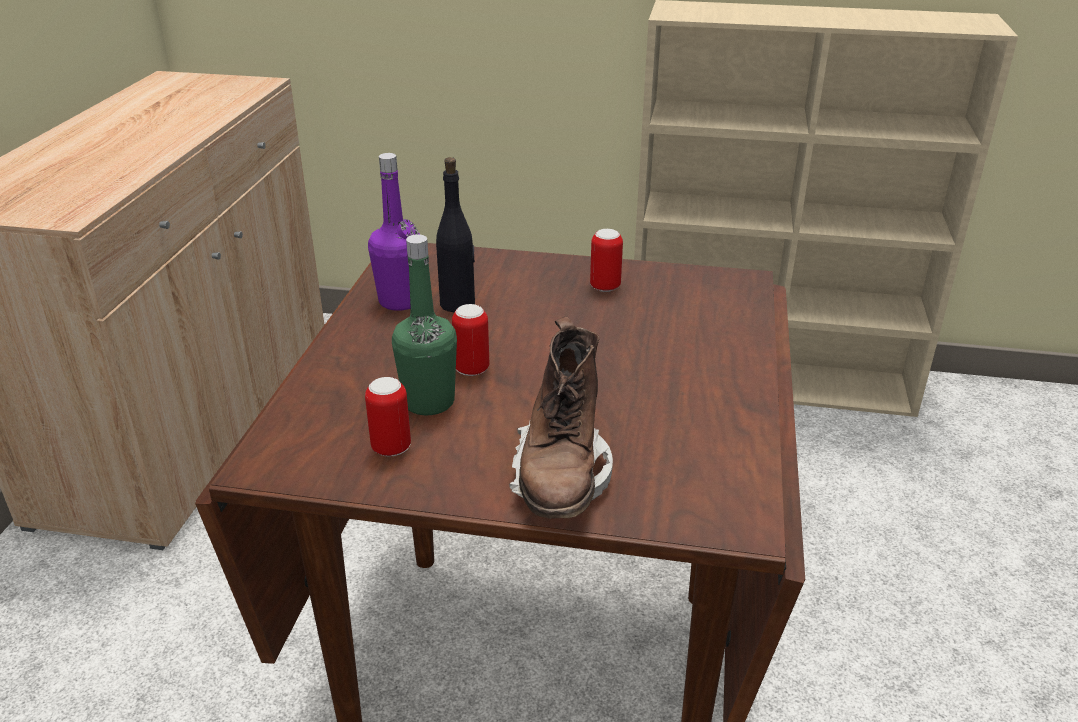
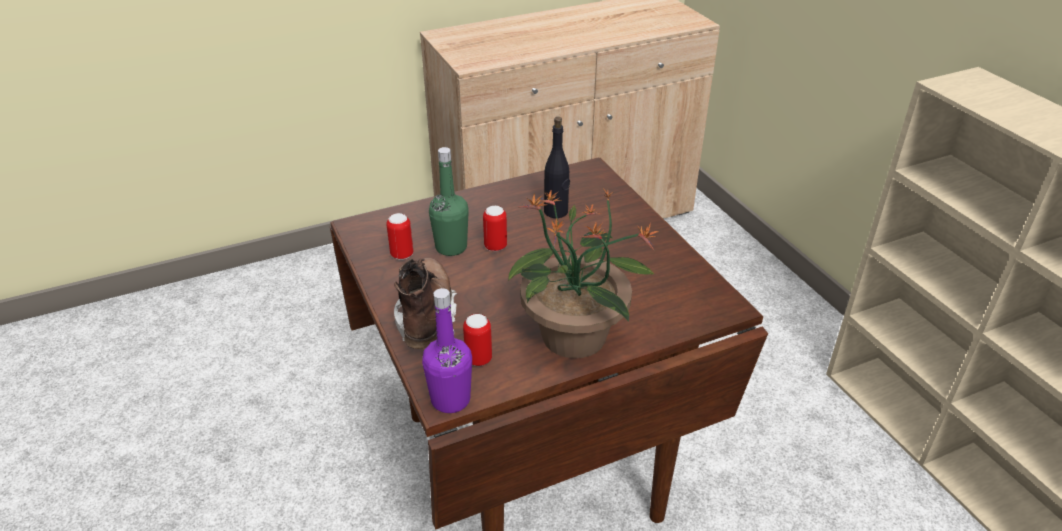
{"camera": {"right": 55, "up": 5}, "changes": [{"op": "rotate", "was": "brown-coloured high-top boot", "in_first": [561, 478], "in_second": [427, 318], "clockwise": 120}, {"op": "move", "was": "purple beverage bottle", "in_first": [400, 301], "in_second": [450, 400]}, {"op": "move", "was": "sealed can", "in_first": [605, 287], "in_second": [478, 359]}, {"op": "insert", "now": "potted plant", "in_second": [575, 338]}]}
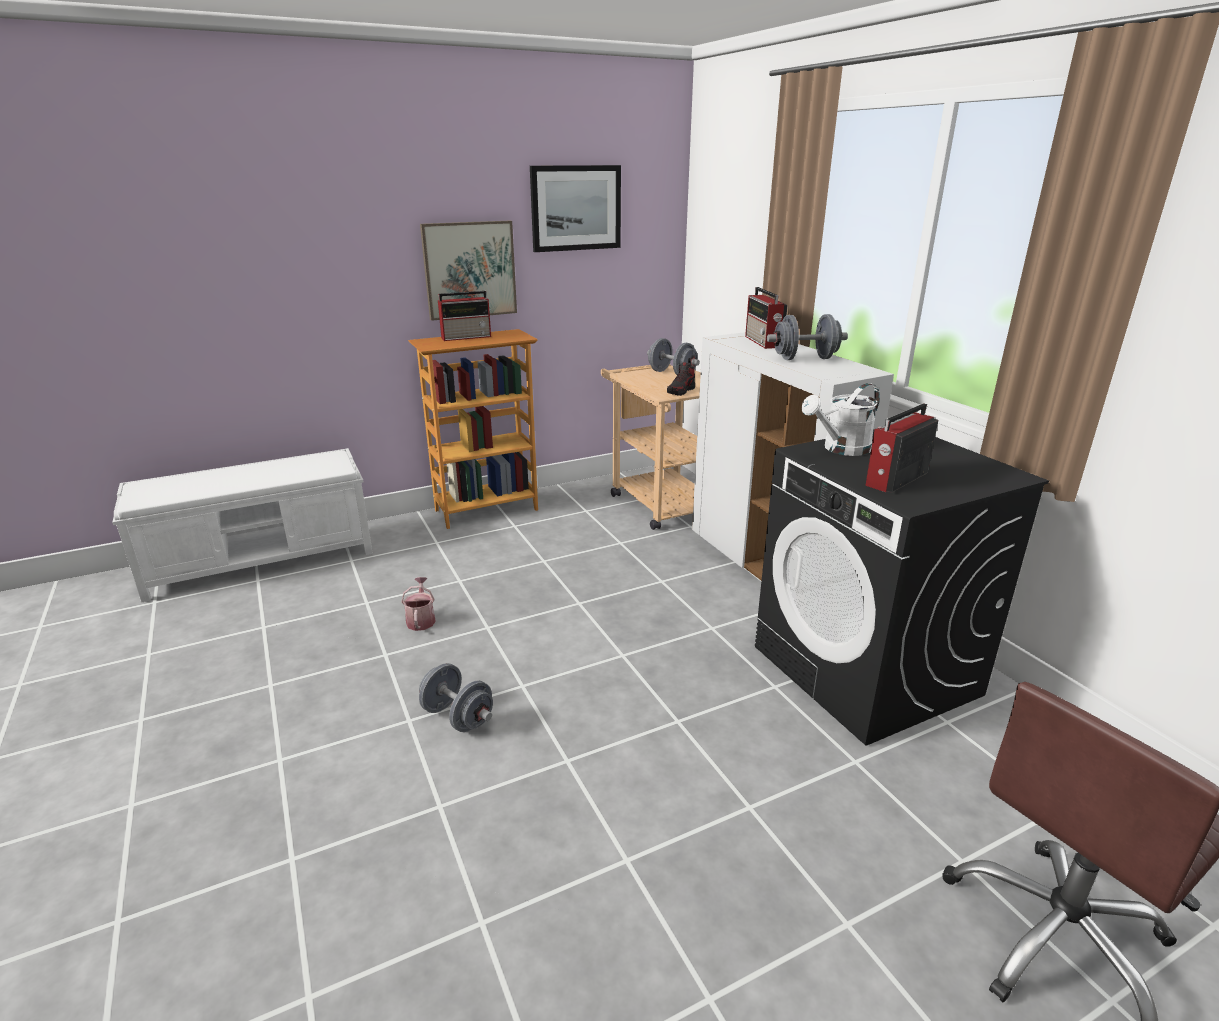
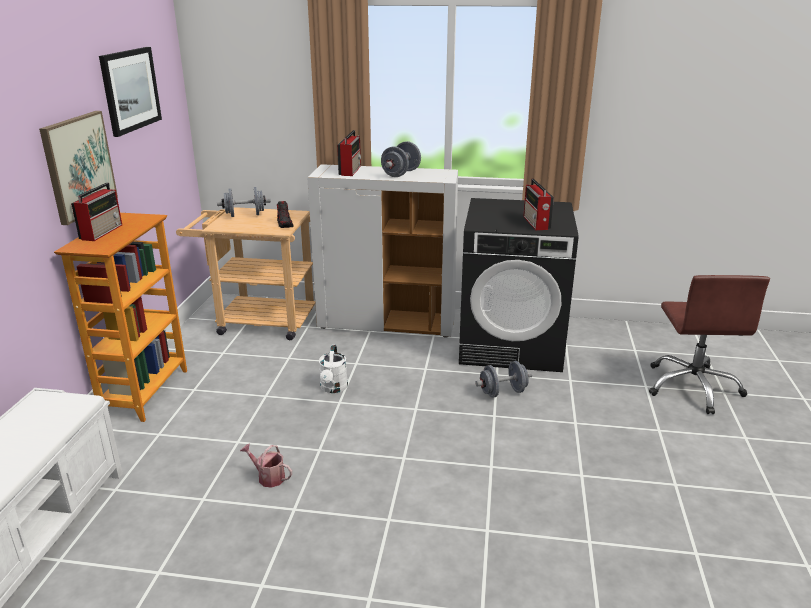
{"camera": {"right": -55, "up": 0}, "changes": [{"op": "move", "was": "whitish sprinkling can", "in_first": [841, 449], "in_second": [333, 388]}, {"op": "rotate", "was": "radio set", "in_first": [763, 342], "in_second": [350, 170], "clockwise": -105}, {"op": "move", "was": "gray hand weight", "in_first": [458, 717], "in_second": [503, 392]}]}
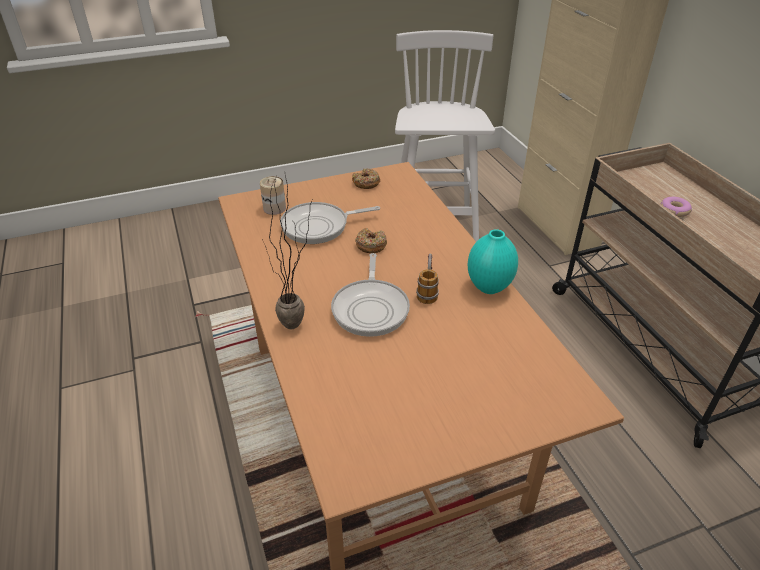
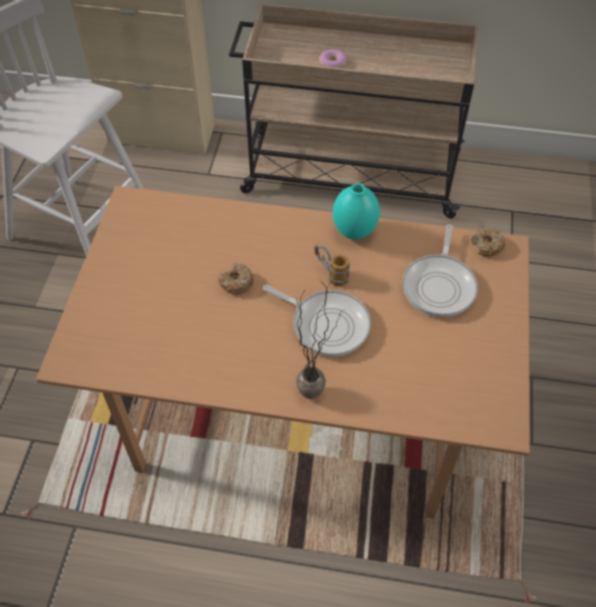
{"camera": {"right": -60, "up": 15}, "changes": [{"op": "move", "was": "frying pan", "in_first": [319, 226], "in_second": [439, 285]}, {"op": "move", "was": "doughnut", "in_first": [366, 183], "in_second": [486, 245]}, {"op": "delete", "was": "sealed can", "in_first": [274, 208]}]}
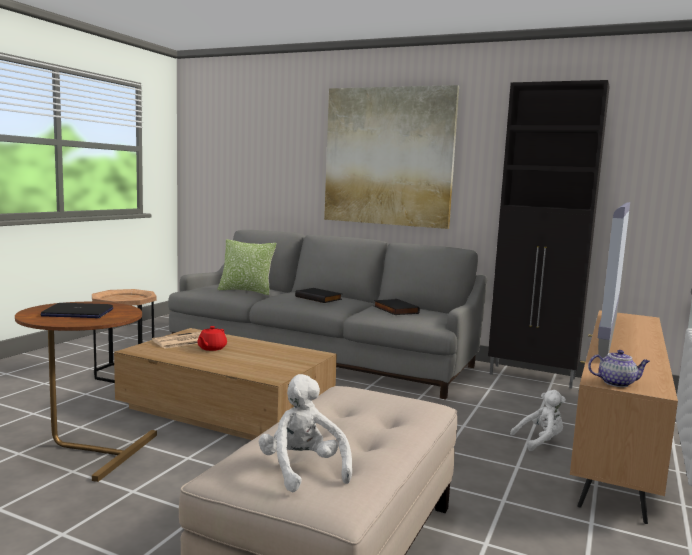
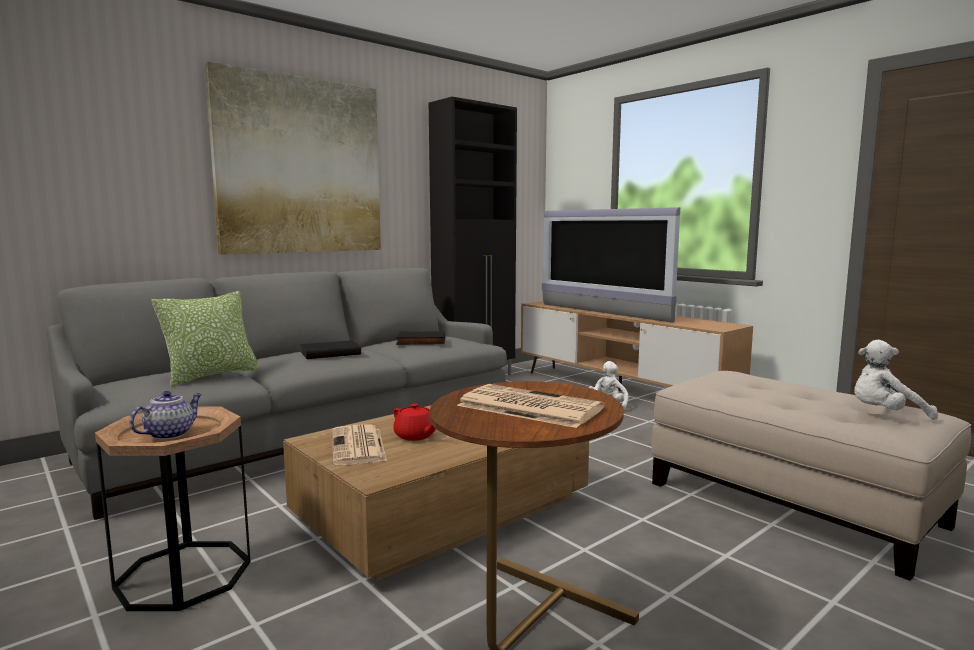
{"camera": {"right": -65, "up": 0}, "changes": [{"op": "move", "was": "pot for tea", "in_first": [617, 383], "in_second": [170, 434]}, {"op": "replace", "was": "laptop", "now": "newspaper", "in_first": [77, 313], "in_second": [527, 407]}]}
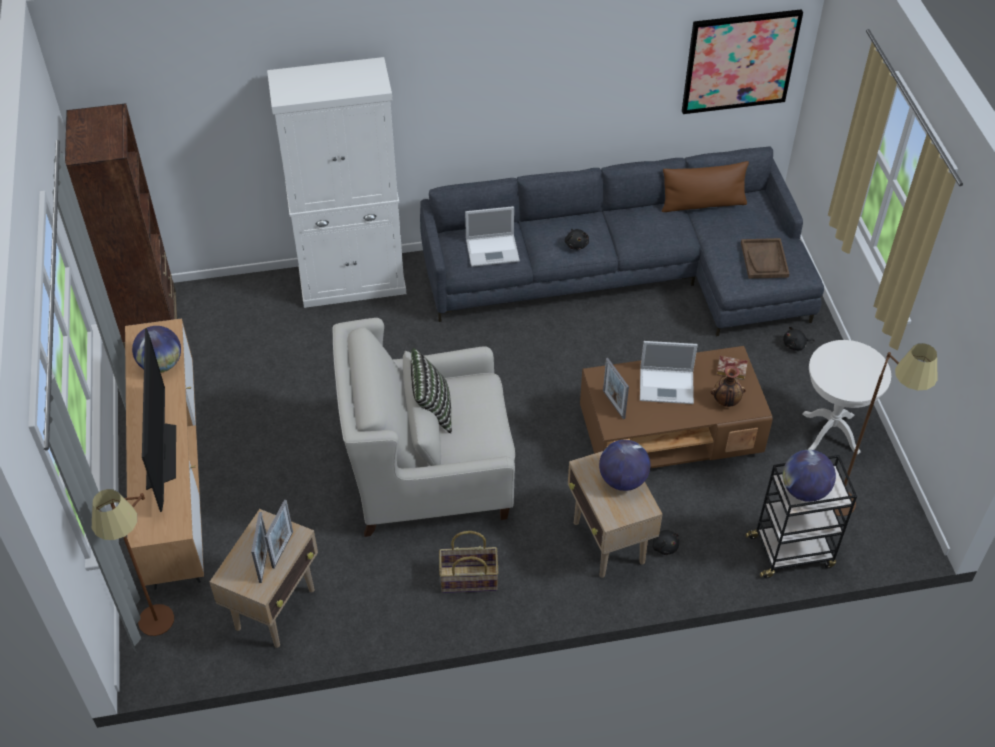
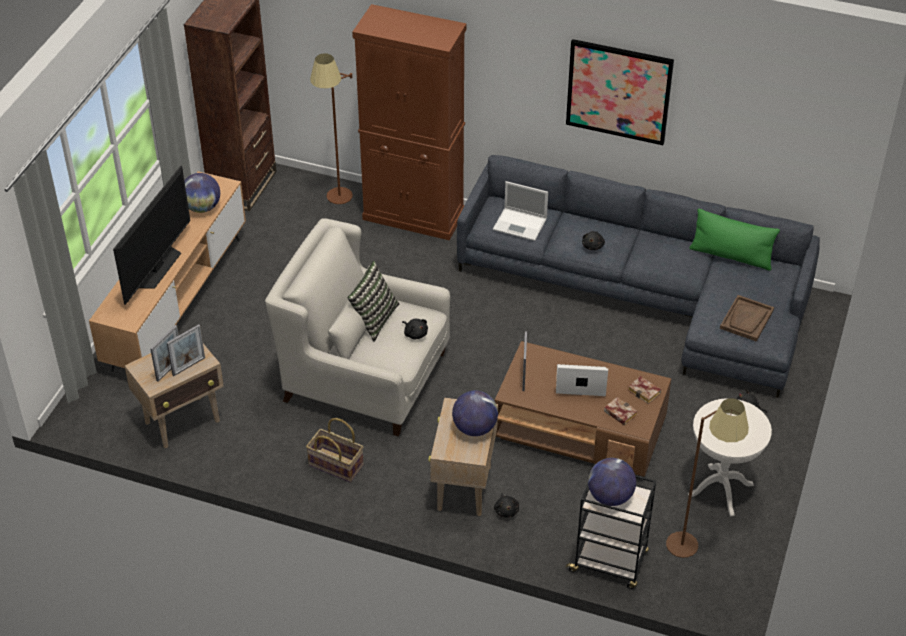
{"camera": {"right": 30, "up": -5}, "changes": [{"op": "move", "was": "brown-coloured standard lamp", "in_first": [160, 633], "in_second": [337, 203]}, {"op": "recolor", "was": "whitish cupboard", "now": "brown-coloured cupboard", "in_first": [353, 282], "in_second": [414, 215]}, {"op": "insert", "now": "blackish cuddly toy", "in_second": [415, 333]}, {"op": "rotate", "was": "laptop", "in_first": [667, 386], "in_second": [579, 382], "clockwise": 150}, {"op": "move", "was": "wall art", "in_first": [740, 61], "in_second": [619, 91]}, {"op": "replace", "was": "vase", "now": "book", "in_first": [726, 401], "in_second": [618, 413]}, {"op": "recolor", "was": "brown-coloured throw pillow", "now": "greenish throw pillow", "in_first": [703, 204], "in_second": [731, 256]}]}
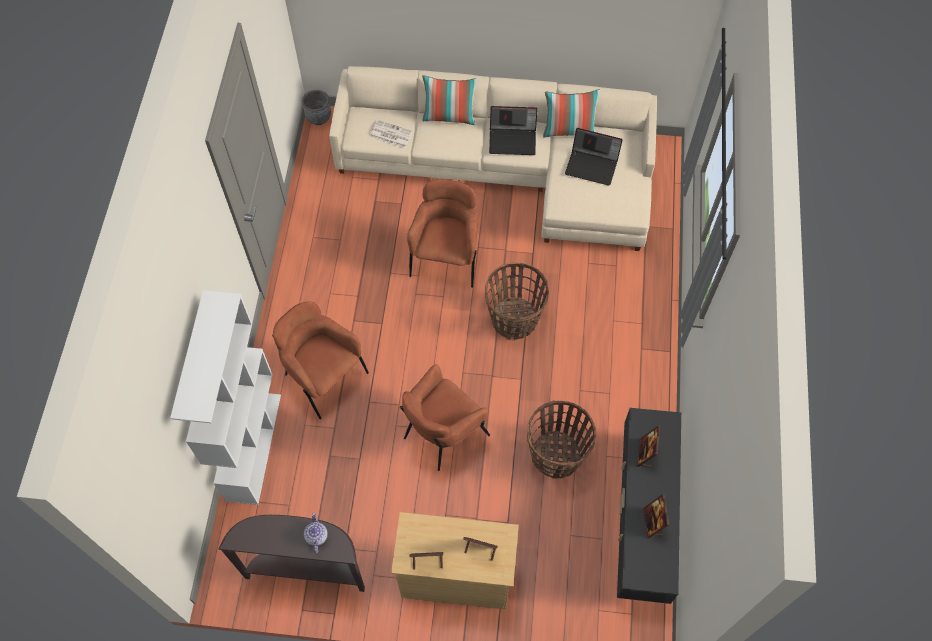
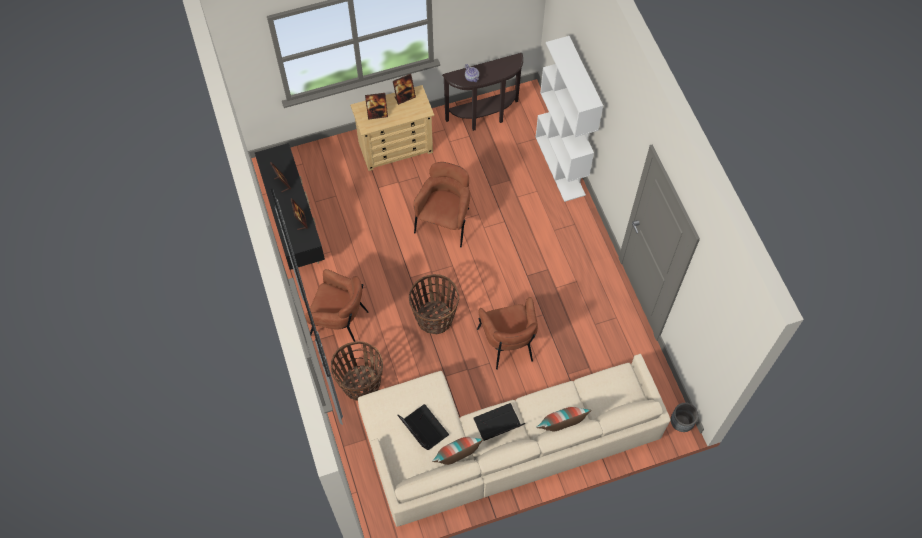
{"camera": {"right": 155, "up": 0}, "changes": [{"op": "move", "was": "brown-coloured armchair", "in_first": [323, 377], "in_second": [340, 321]}, {"op": "move", "was": "household basket", "in_first": [556, 455], "in_second": [361, 384]}, {"op": "rotate", "was": "laptop", "in_first": [592, 165], "in_second": [422, 429], "clockwise": 60}, {"op": "delete", "was": "newspaper", "in_first": [390, 134]}]}
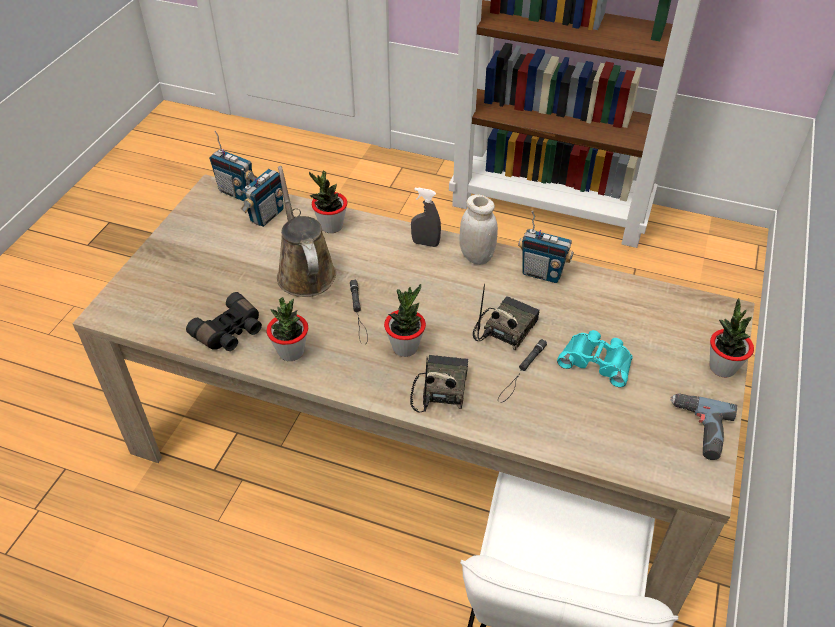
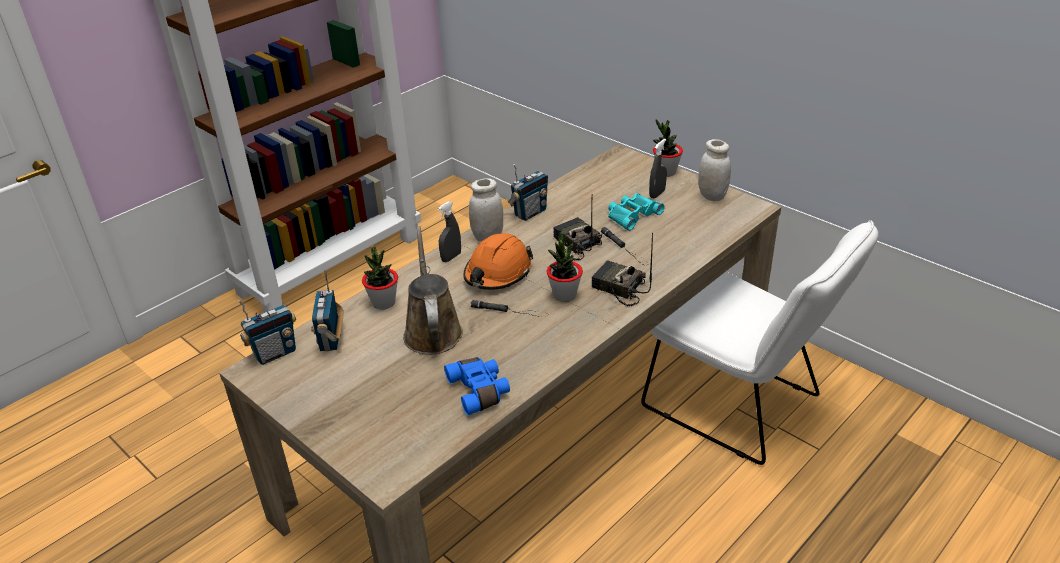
{"camera": {"right": -65, "up": -10}, "changes": [{"op": "rotate", "was": "radio set", "in_first": [266, 215], "in_second": [331, 340], "clockwise": -150}, {"op": "rotate", "was": "brown-coloured sprinkling can", "in_first": [304, 271], "in_second": [432, 330], "clockwise": 75}, {"op": "recolor", "was": "blackish pair of binoculars", "now": "bluish pair of binoculars", "in_first": [230, 332], "in_second": [480, 391]}, {"op": "insert", "now": "orange-coloured work helmet", "in_second": [497, 273]}, {"op": "insert", "now": "gray spray bottle", "in_second": [657, 194]}, {"op": "replace", "was": "power drill", "now": "whitish storage jar", "in_first": [698, 430], "in_second": [712, 196]}, {"op": "delete", "was": "potted plant", "in_first": [291, 352]}]}
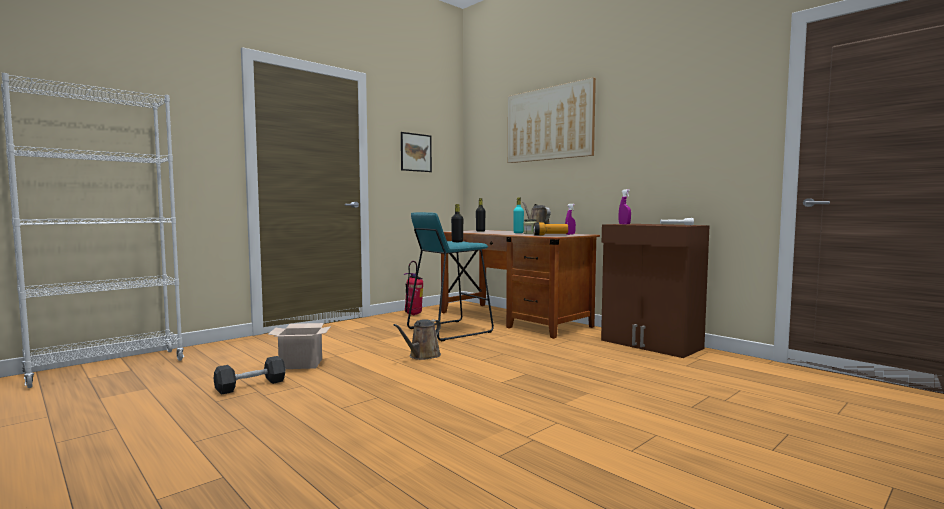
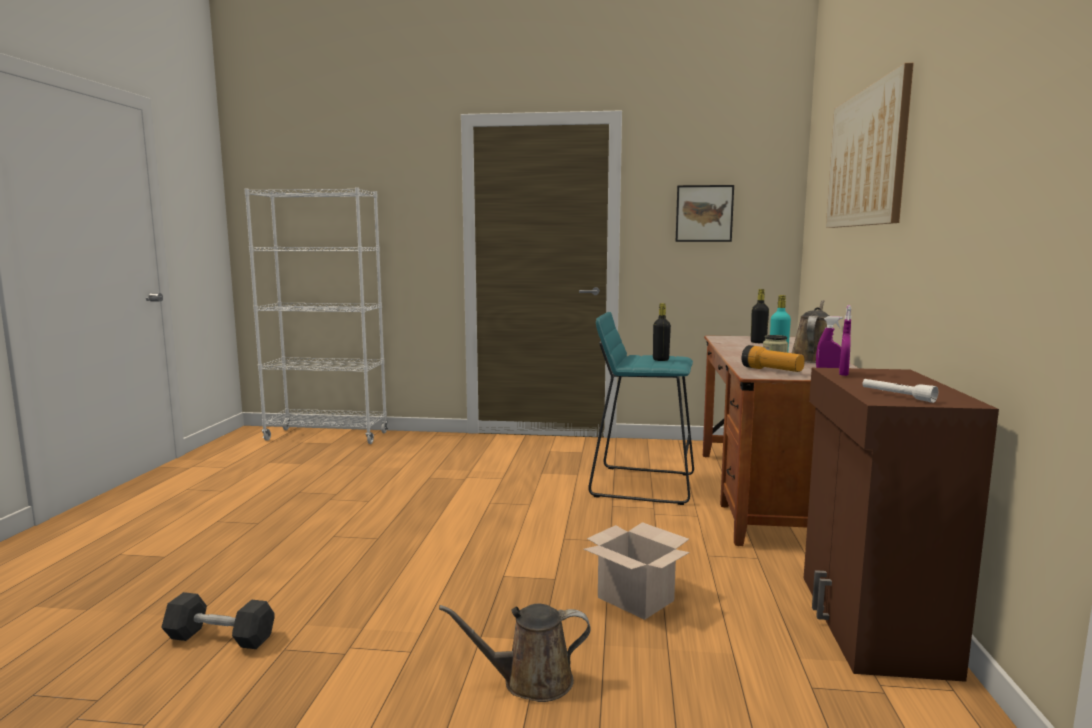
{"camera": {"right": 50, "up": 5}, "changes": [{"op": "move", "was": "blackish hand weight", "in_first": [251, 386], "in_second": [220, 637]}, {"op": "move", "was": "brown-coloured sprinkling can", "in_first": [422, 356], "in_second": [530, 681]}, {"op": "move", "was": "packing box", "in_first": [302, 364], "in_second": [637, 599]}, {"op": "delete", "was": "fire-fighting cylinder", "in_first": [413, 314]}]}
